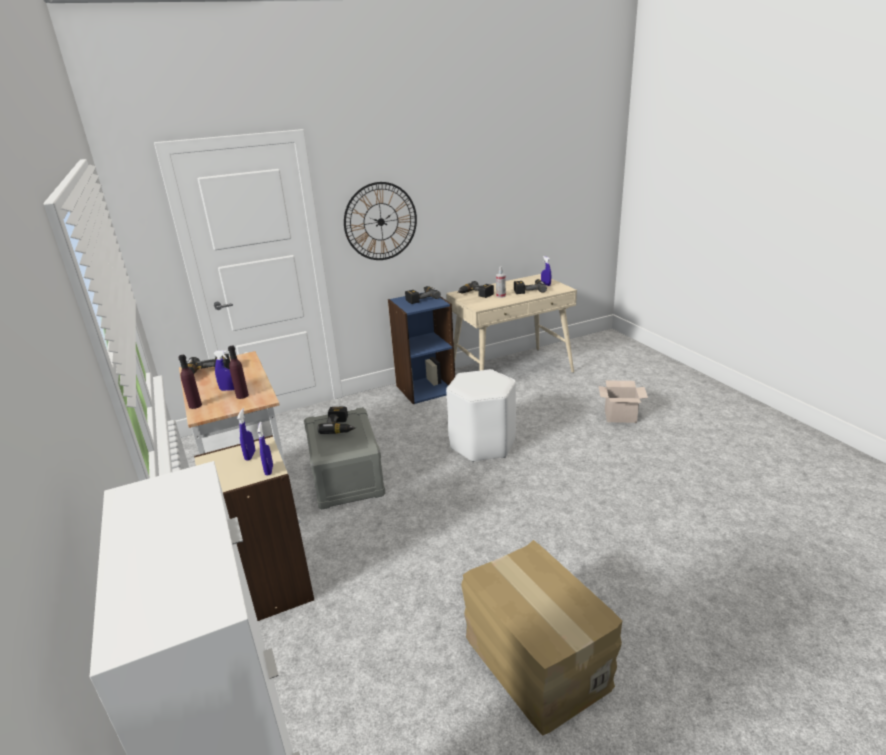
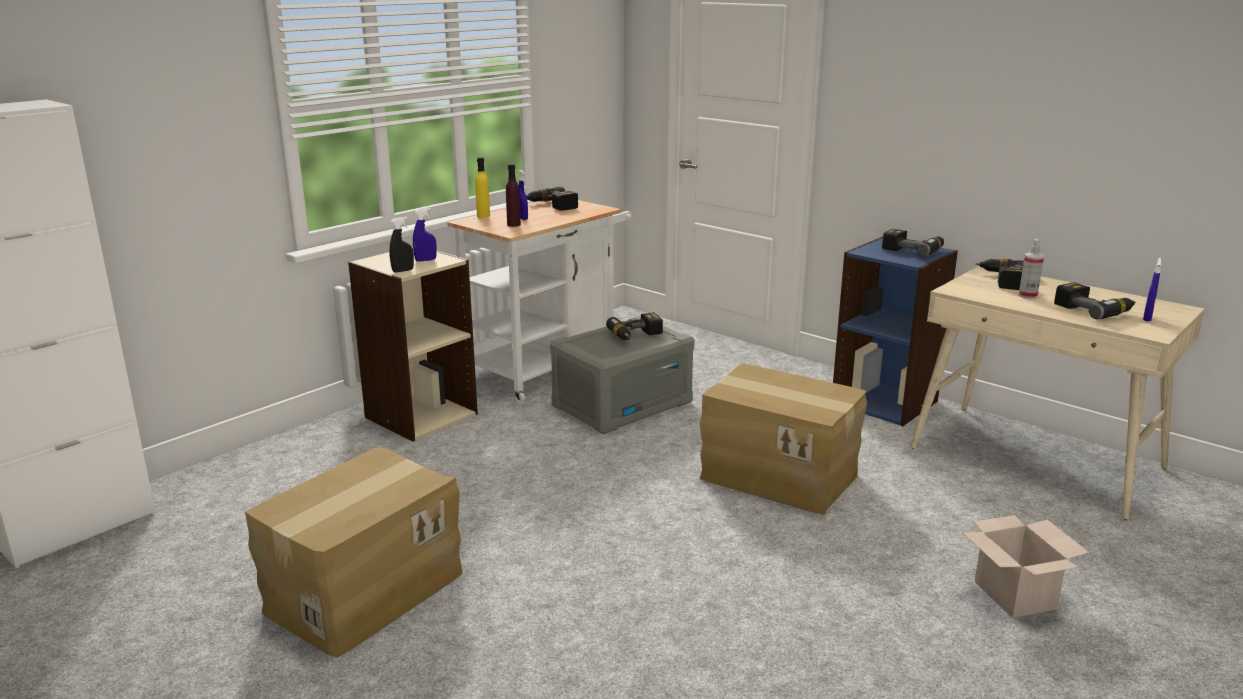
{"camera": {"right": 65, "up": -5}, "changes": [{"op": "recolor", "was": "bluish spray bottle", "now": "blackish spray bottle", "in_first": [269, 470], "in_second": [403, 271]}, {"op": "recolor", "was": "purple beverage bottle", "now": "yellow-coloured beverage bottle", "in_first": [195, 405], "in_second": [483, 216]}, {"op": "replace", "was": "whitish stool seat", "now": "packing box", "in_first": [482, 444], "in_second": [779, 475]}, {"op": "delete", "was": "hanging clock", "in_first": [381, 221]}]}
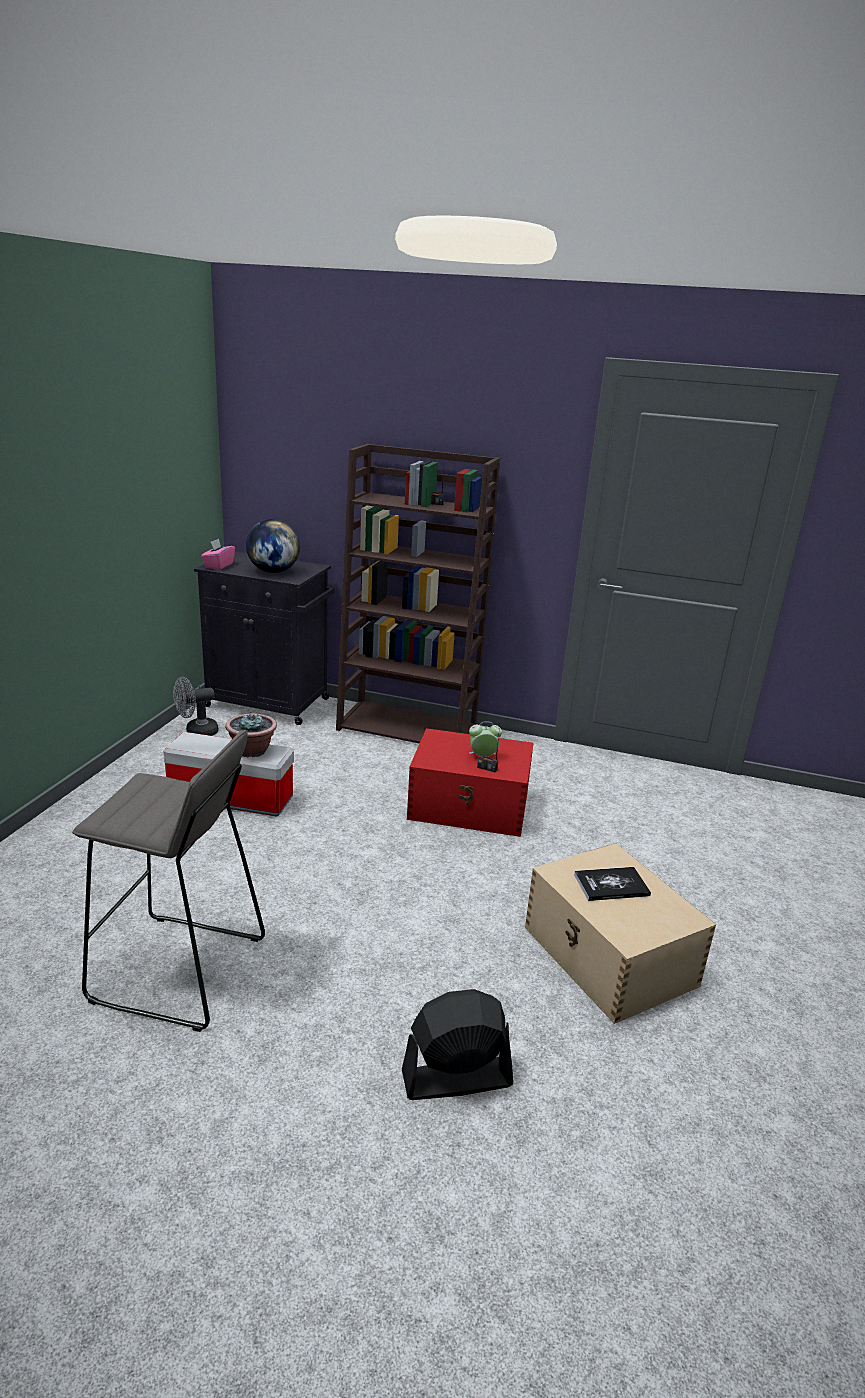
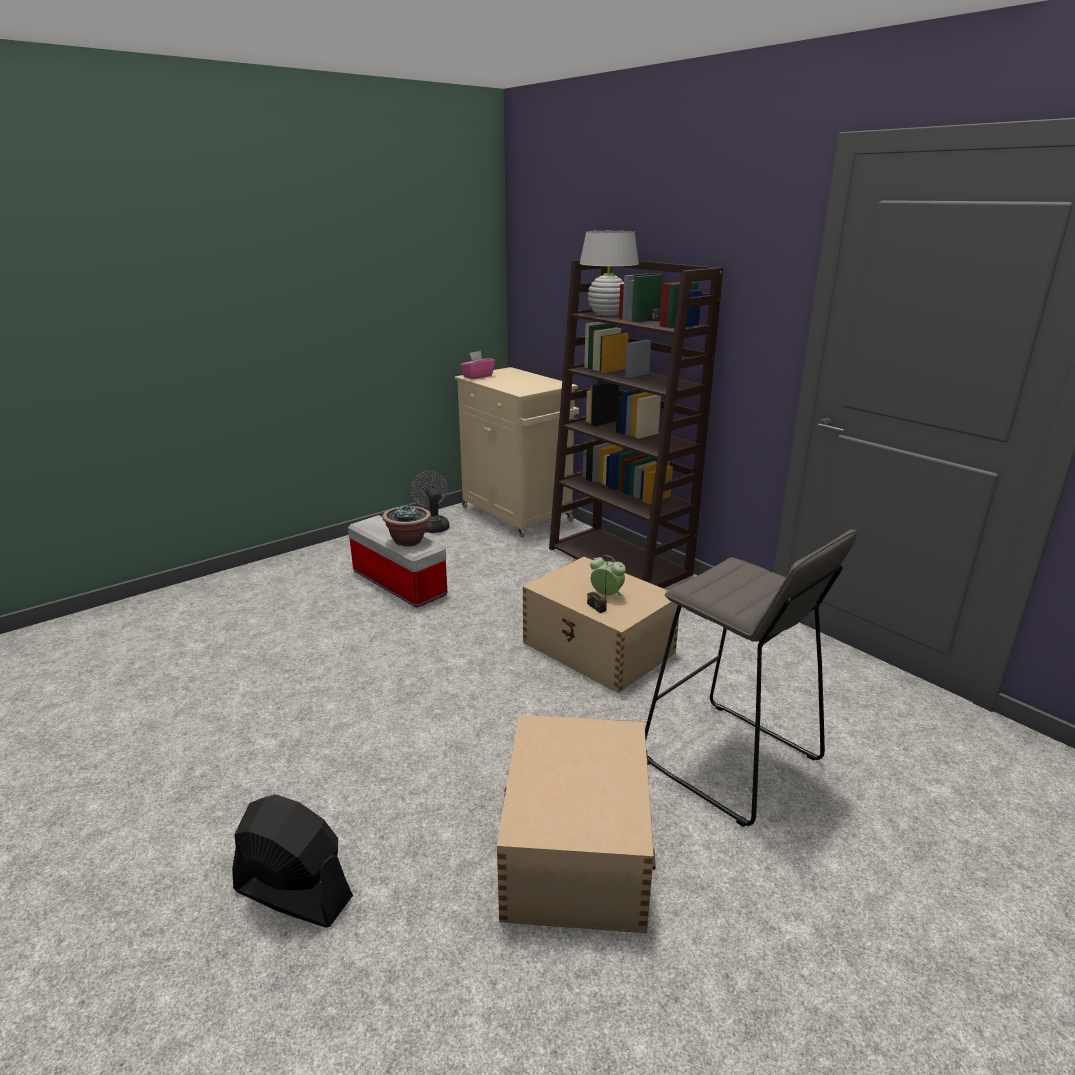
{"camera": {"right": 35, "up": 0}, "changes": [{"op": "rotate", "was": "gray fan", "in_first": [196, 732], "in_second": [433, 525], "clockwise": 60}, {"op": "recolor", "was": "blackish cupboard", "now": "sand-coloured cupboard", "in_first": [270, 703], "in_second": [518, 515]}, {"op": "recolor", "was": "red-coloured storage container", "now": "sand-coloured storage container", "in_first": [470, 806], "in_second": [599, 648]}, {"op": "insert", "now": "whitish tabletop lamp", "in_second": [607, 314]}, {"op": "move", "was": "gray stool seat", "in_first": [178, 970], "in_second": [730, 761]}, {"op": "delete", "was": "globe", "in_first": [273, 571]}, {"op": "delete", "was": "book", "in_first": [611, 885]}]}
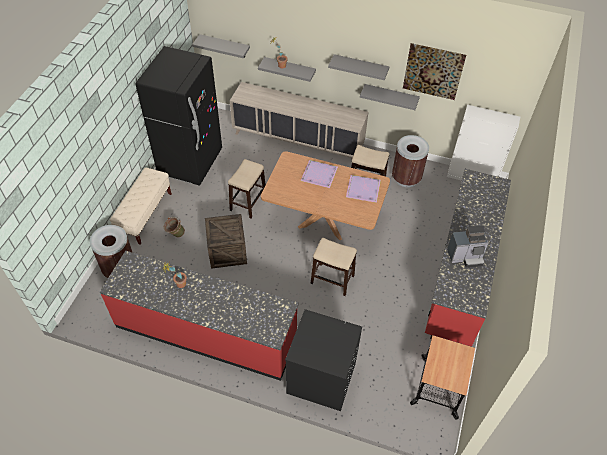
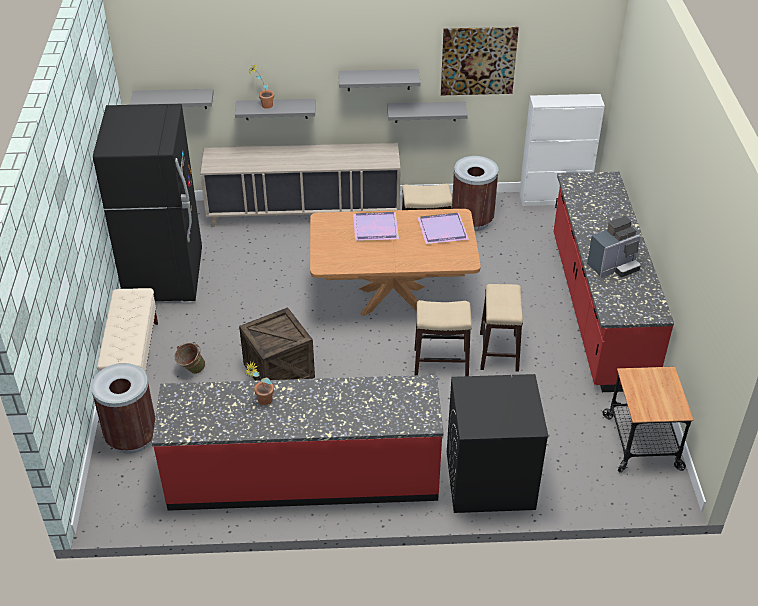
{"camera": {"right": -20, "up": -10}, "changes": [{"op": "move", "was": "stool seat", "in_first": [248, 202], "in_second": [499, 351]}]}
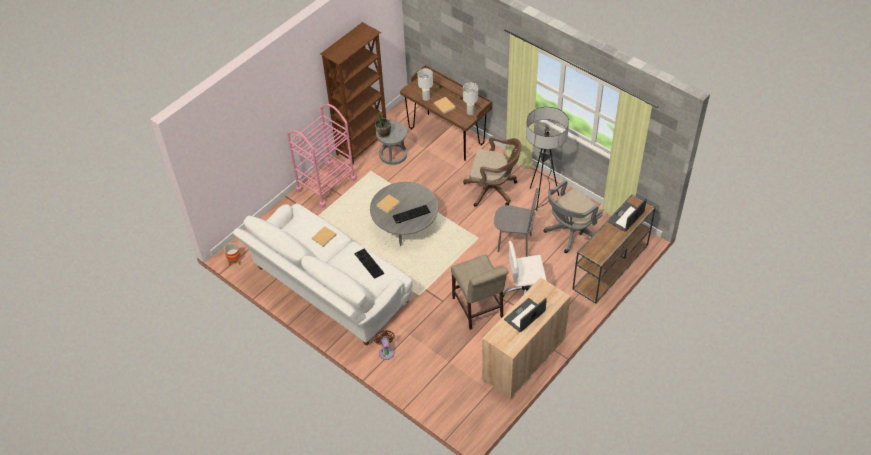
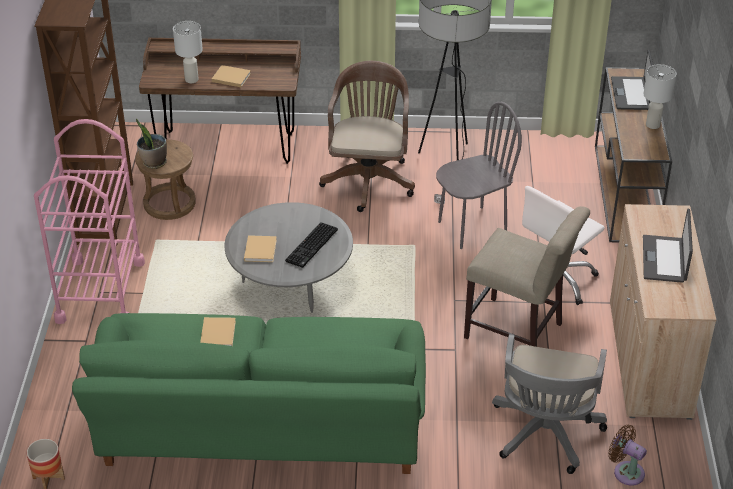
{"camera": {"right": -40, "up": -10}, "changes": [{"op": "recolor", "was": "whitish settee", "now": "greenish settee", "in_first": [328, 289], "in_second": [261, 430]}, {"op": "recolor", "was": "gray stool seat", "now": "brown-coloured stool seat", "in_first": [393, 154], "in_second": [169, 204]}, {"op": "rotate", "was": "brown-coloured computer chair", "in_first": [493, 190], "in_second": [369, 179], "clockwise": -60}, {"op": "move", "was": "gray computer chair", "in_first": [570, 233], "in_second": [545, 436]}, {"op": "move", "was": "brown-coloured fan", "in_first": [386, 351], "in_second": [626, 471]}, {"op": "move", "was": "whitish tabletop lamp", "in_first": [470, 112], "in_second": [653, 125]}, {"op": "delete", "was": "computer keyboard", "in_first": [368, 264]}]}
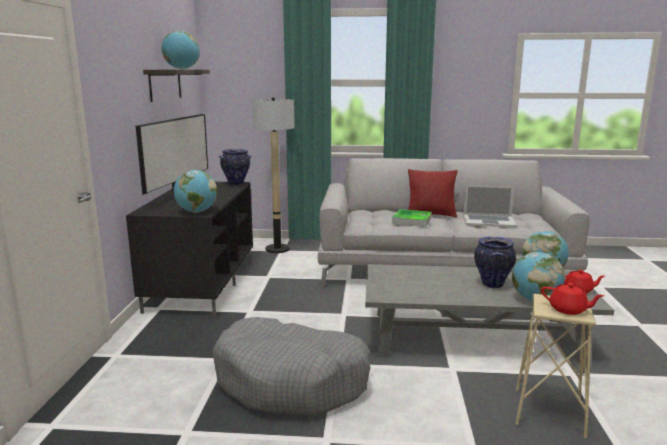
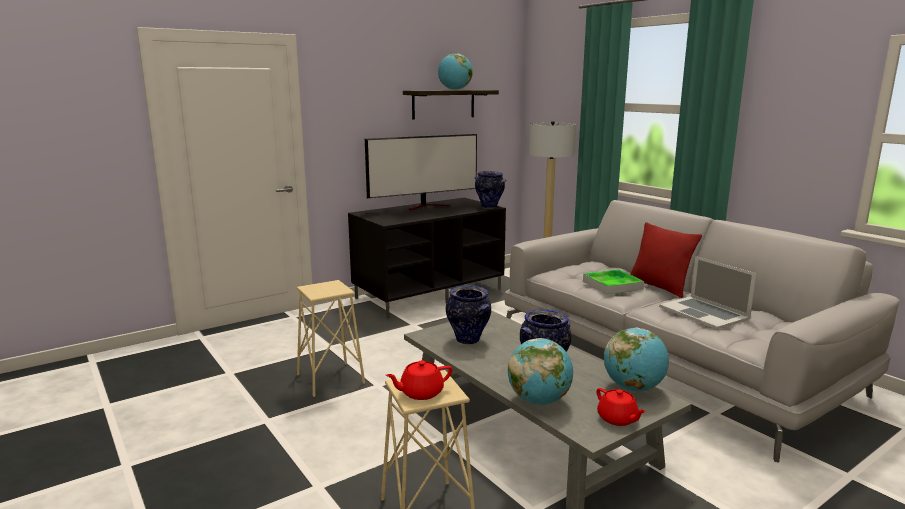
{"camera": {"right": 50, "up": 0}, "changes": [{"op": "replace", "was": "gray dog cushion", "now": "sand-coloured stool seat", "in_first": [292, 381], "in_second": [330, 379]}, {"op": "rotate", "was": "red-coloured pot for tea", "in_first": [568, 310], "in_second": [420, 393], "clockwise": 75}, {"op": "insert", "now": "vase", "in_second": [468, 340]}, {"op": "delete", "was": "globe", "in_first": [196, 212]}]}
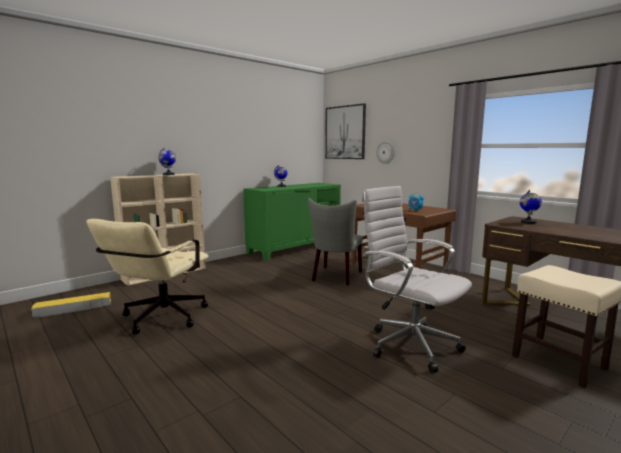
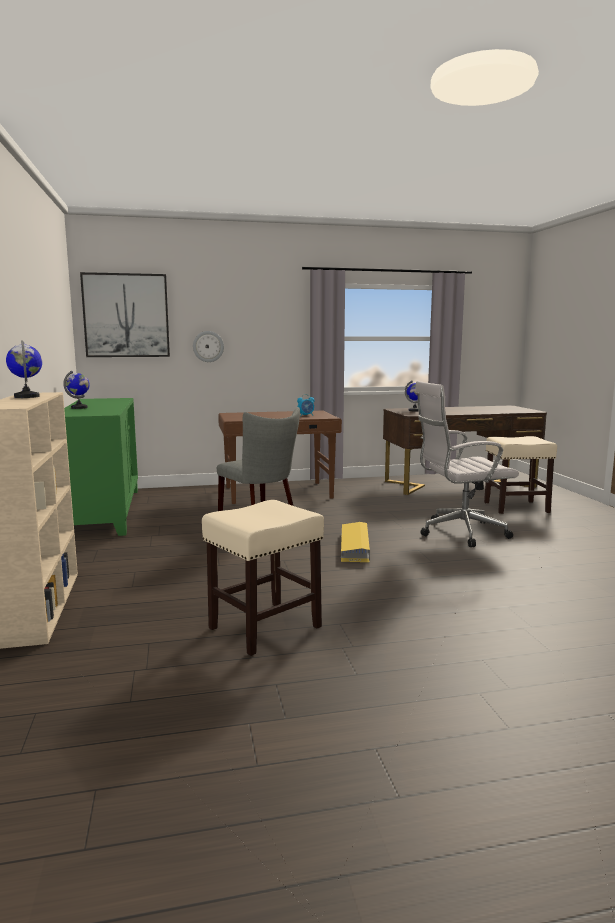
{"camera": {"right": -60, "up": 0}, "changes": [{"op": "replace", "was": "sand-coloured computer chair", "now": "sand-coloured stool seat", "in_first": [159, 319], "in_second": [264, 628]}, {"op": "move", "was": "yellow-coloured storage container", "in_first": [74, 308], "in_second": [355, 547]}]}
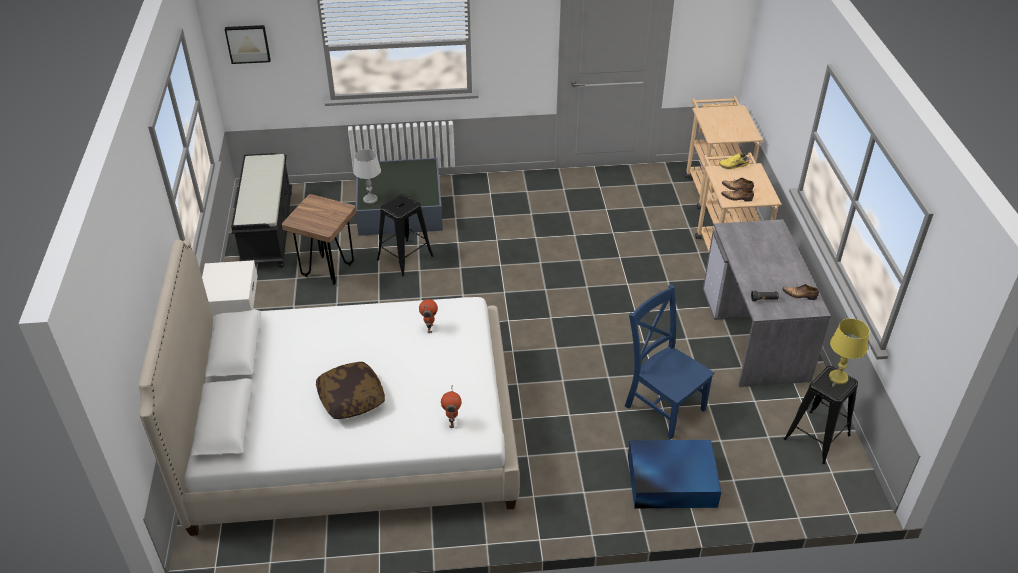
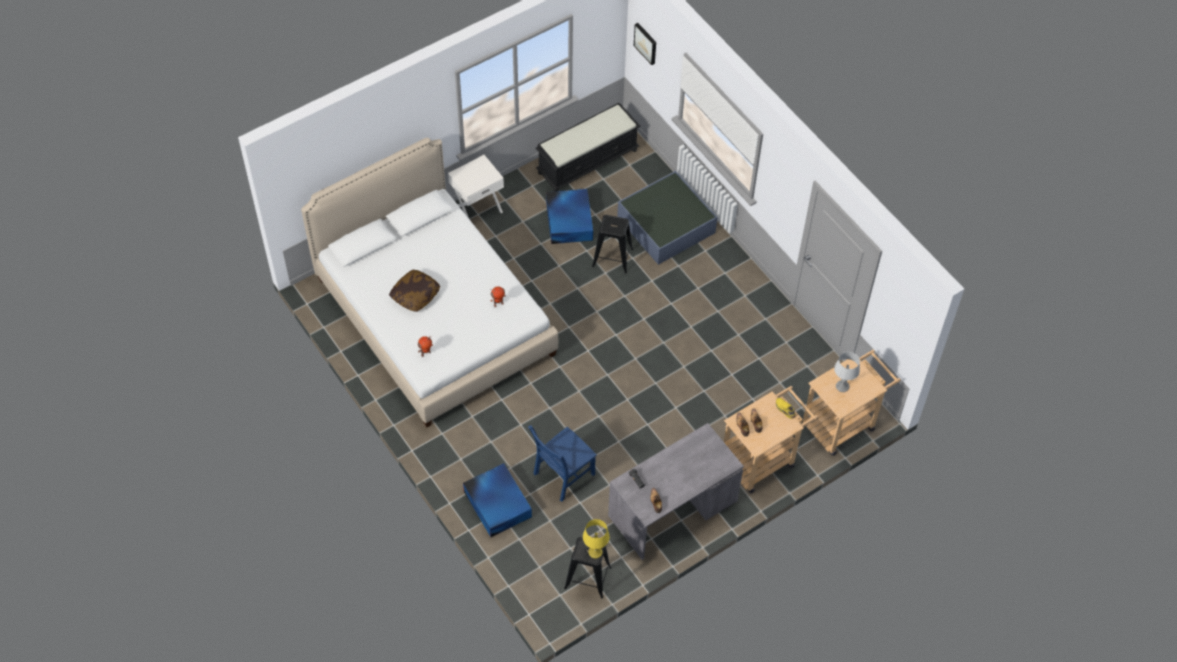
{"camera": {"right": 60, "up": 15}, "changes": [{"op": "rotate", "was": "bluish plain chair", "in_first": [662, 405], "in_second": [562, 475], "clockwise": -150}, {"op": "replace", "was": "brown-coloured stool seat", "now": "bluish storage container", "in_first": [328, 270], "in_second": [569, 220]}, {"op": "move", "was": "gray tabletop lamp", "in_first": [370, 199], "in_second": [842, 386]}]}
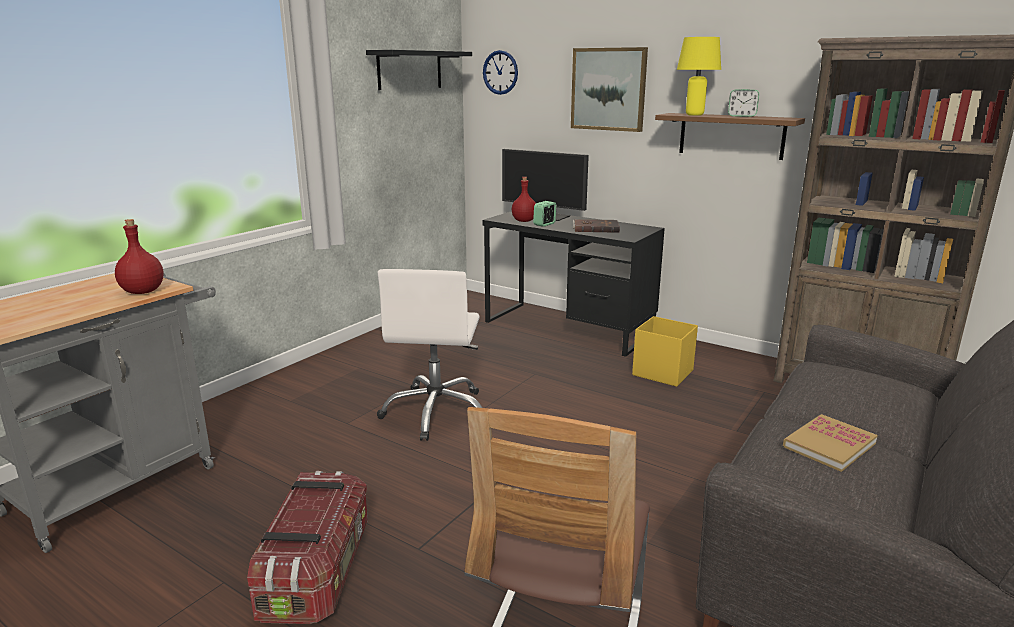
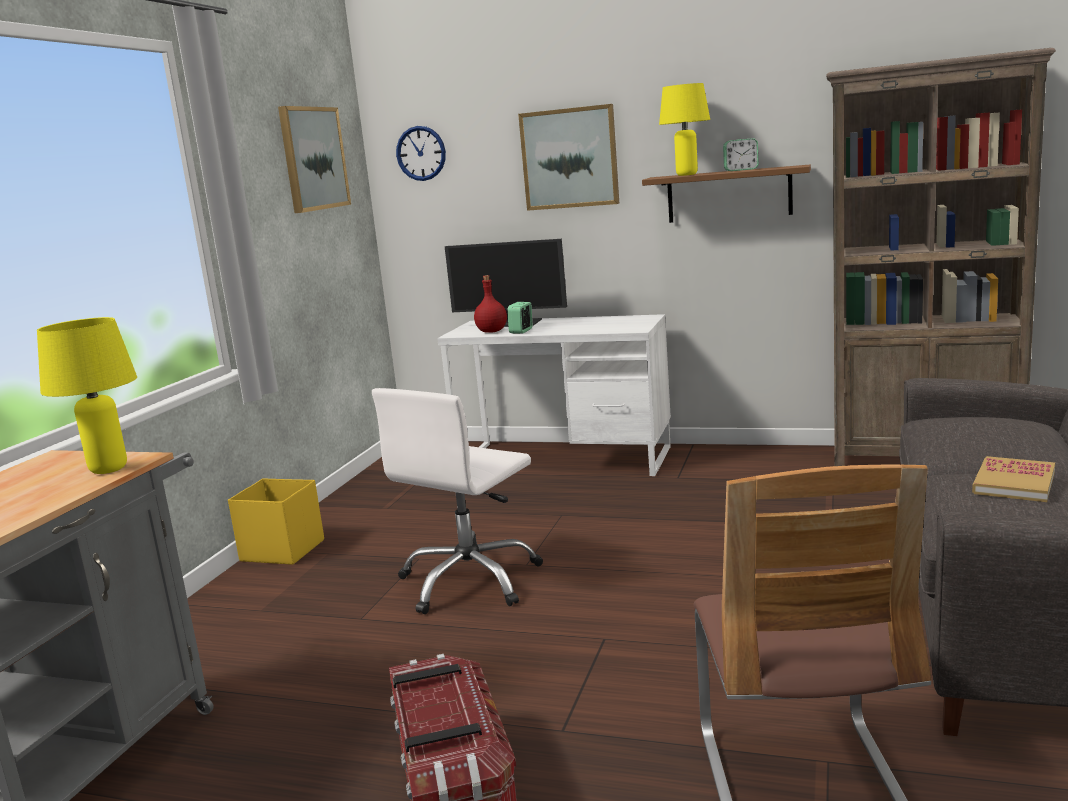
{"camera": {"right": -15, "up": -5}, "changes": [{"op": "replace", "was": "red-coloured beverage bottle", "now": "yellow-coloured tabletop lamp", "in_first": [143, 291], "in_second": [109, 469]}, {"op": "move", "was": "yellow-coloured storage container", "in_first": [662, 372], "in_second": [282, 550]}, {"op": "replace", "was": "blackish shelf", "now": "wall art", "in_first": [410, 70], "in_second": [313, 158]}, {"op": "rotate", "was": "whitish computer chair", "in_first": [436, 412], "in_second": [470, 581], "clockwise": 45}, {"op": "recolor", "was": "blackish desk", "now": "whitish desk", "in_first": [568, 328], "in_second": [564, 459]}, {"op": "delete", "was": "brown-coloured book", "in_first": [595, 228]}]}
